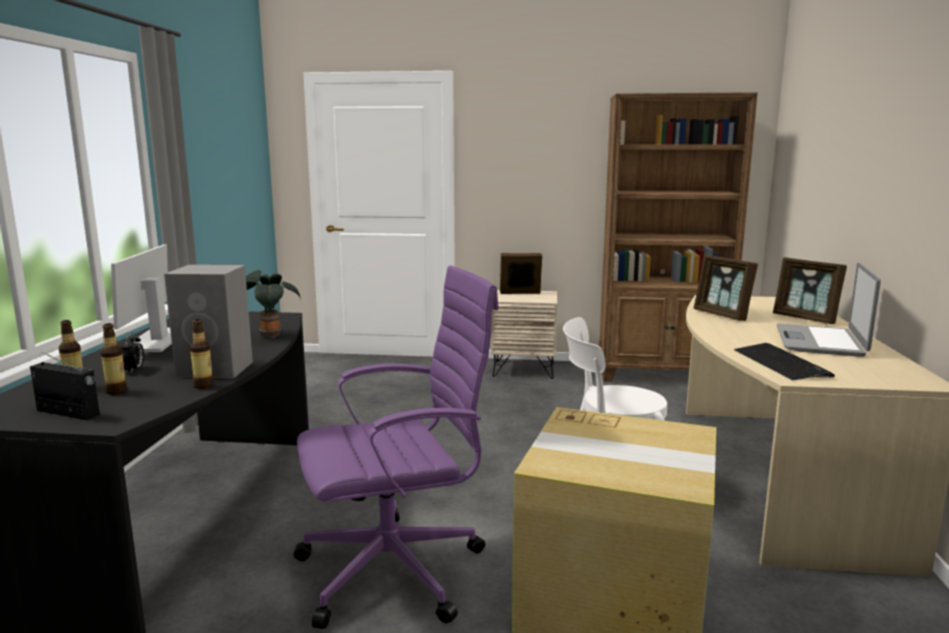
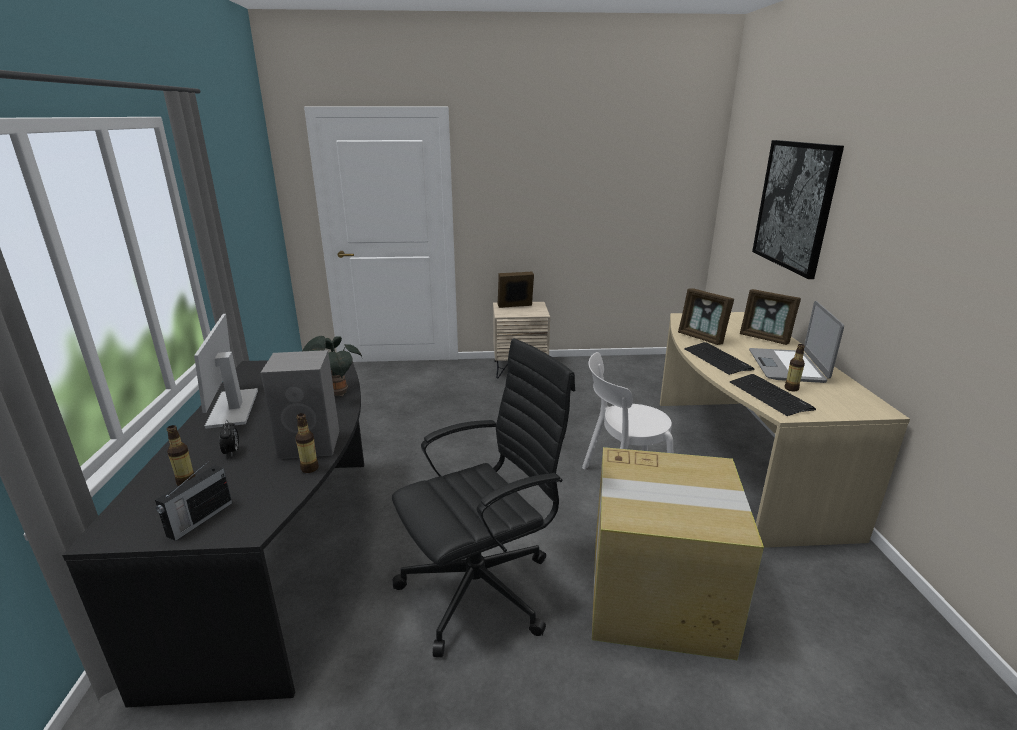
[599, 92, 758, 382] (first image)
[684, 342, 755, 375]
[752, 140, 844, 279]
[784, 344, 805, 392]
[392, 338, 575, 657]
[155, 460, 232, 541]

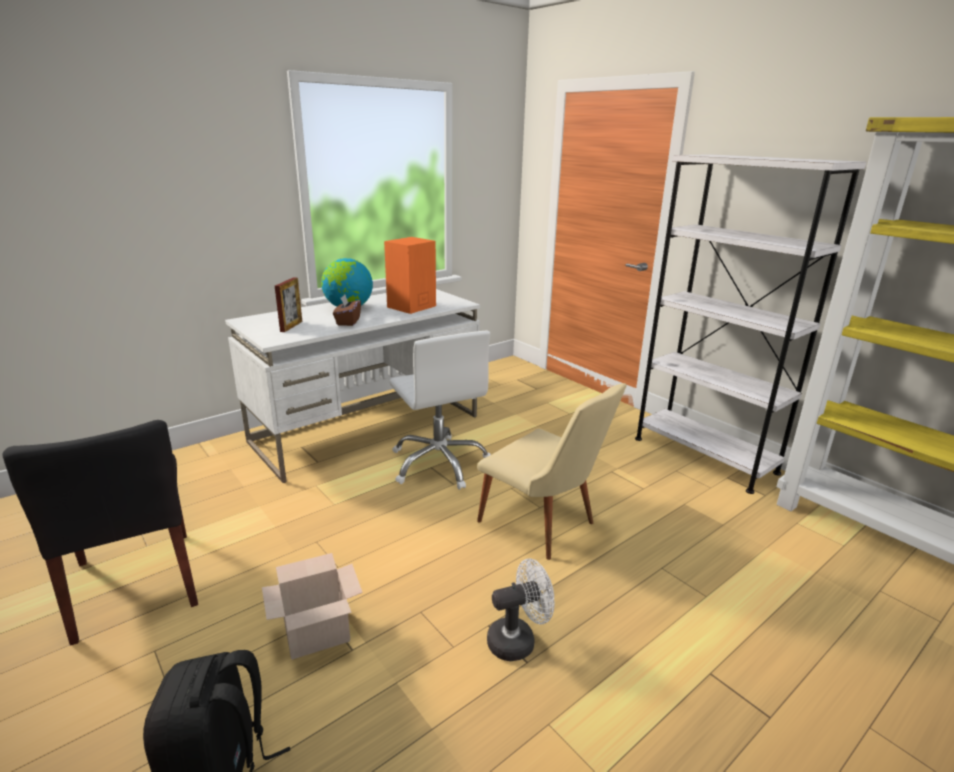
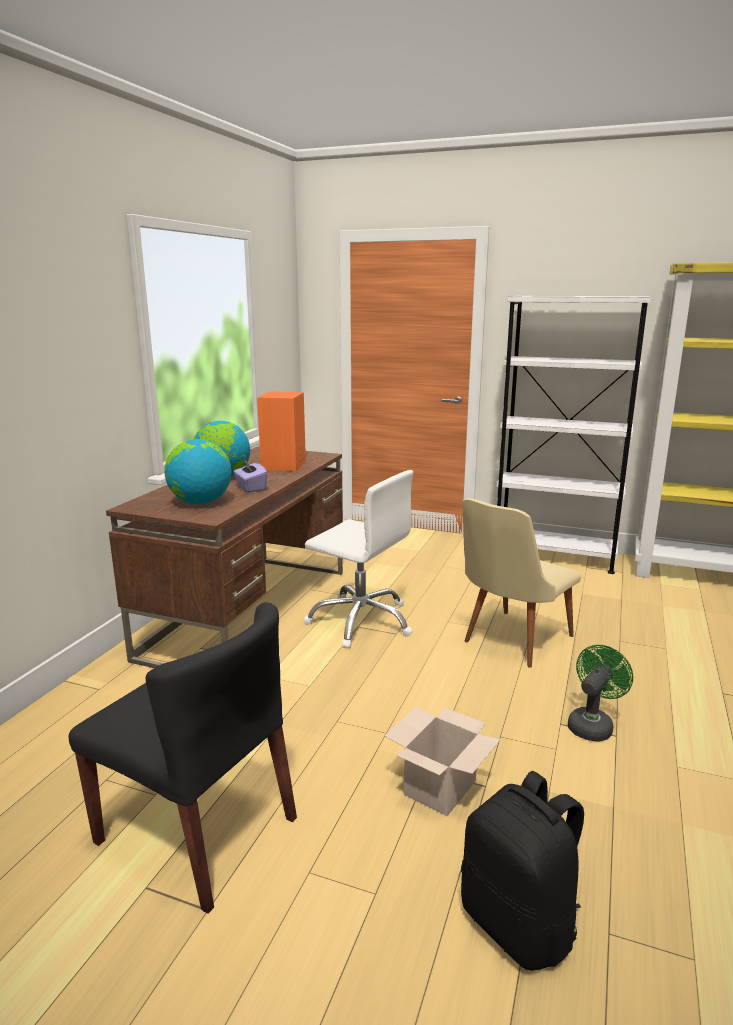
[164, 439, 232, 504]
[106, 446, 343, 668]
[233, 459, 268, 493]
[568, 645, 633, 742]
[462, 498, 581, 668]

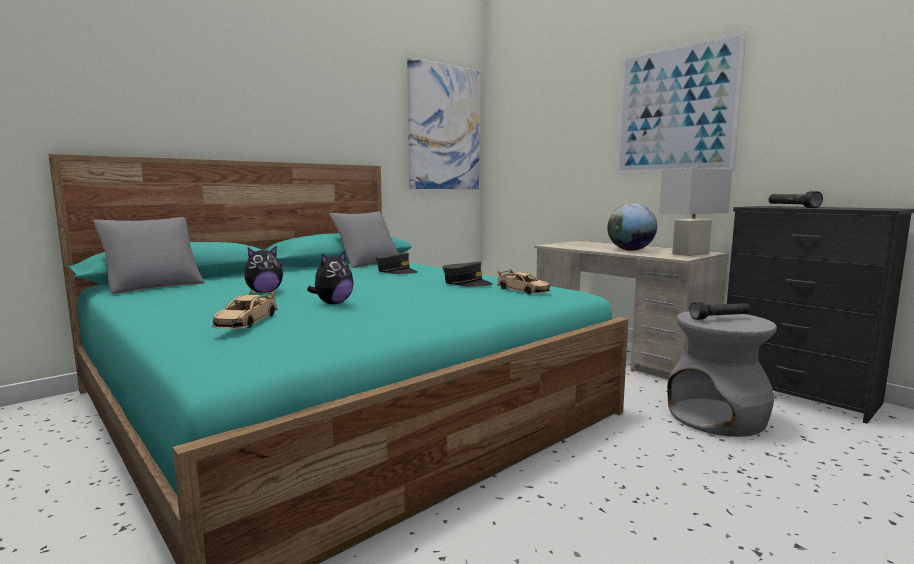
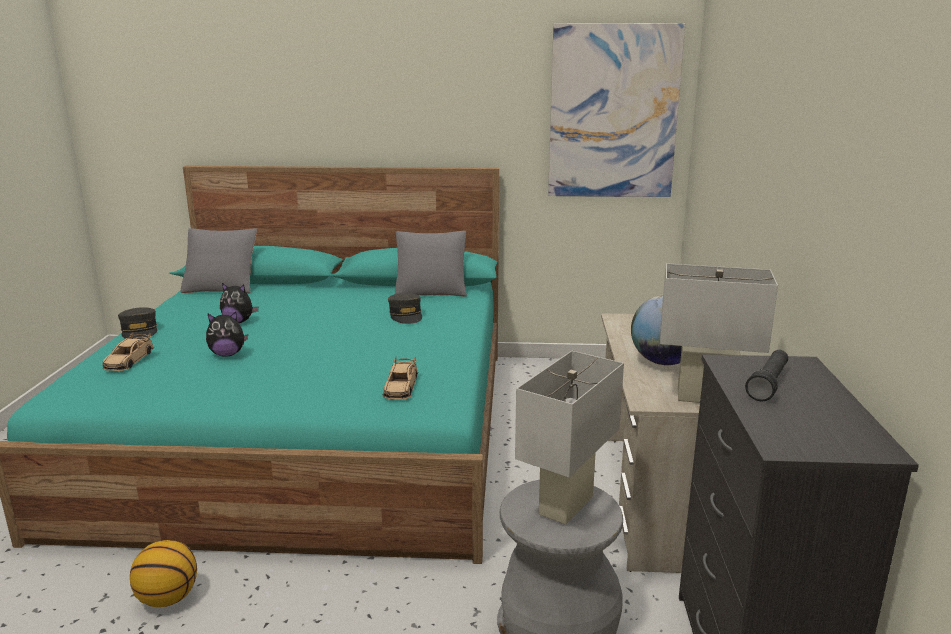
[616, 30, 747, 175] (first image)
[130, 540, 197, 607]
[118, 307, 157, 339]
[515, 351, 624, 525]
[102, 332, 154, 371]

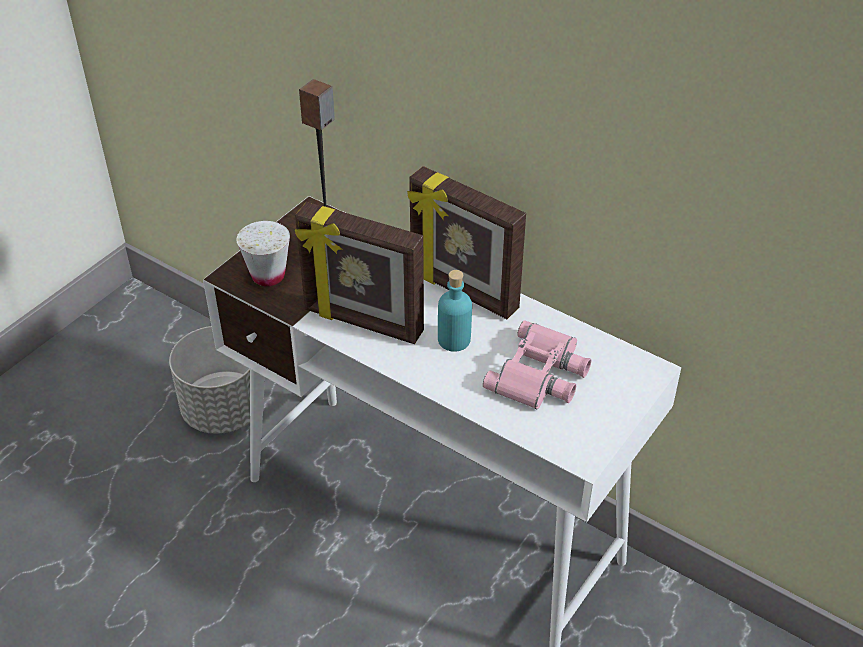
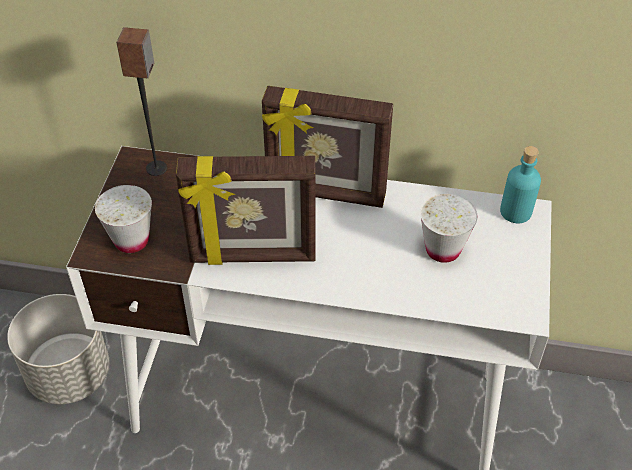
[500, 146, 541, 223]
[420, 194, 477, 263]

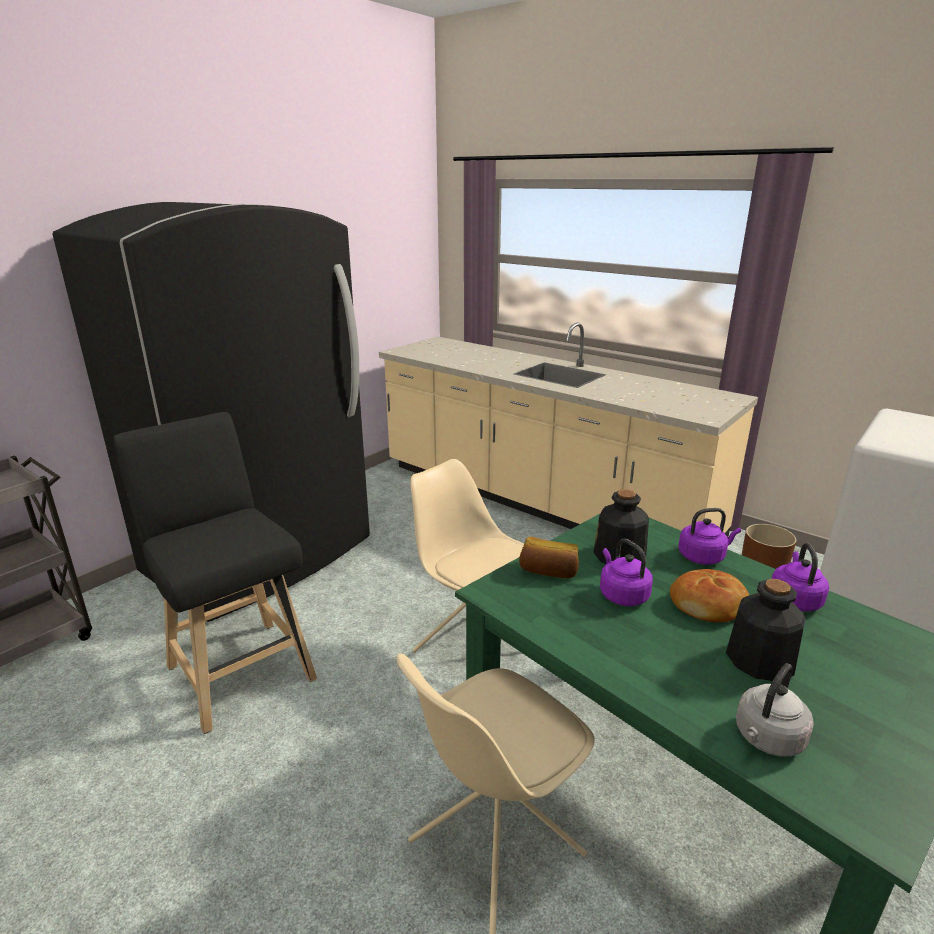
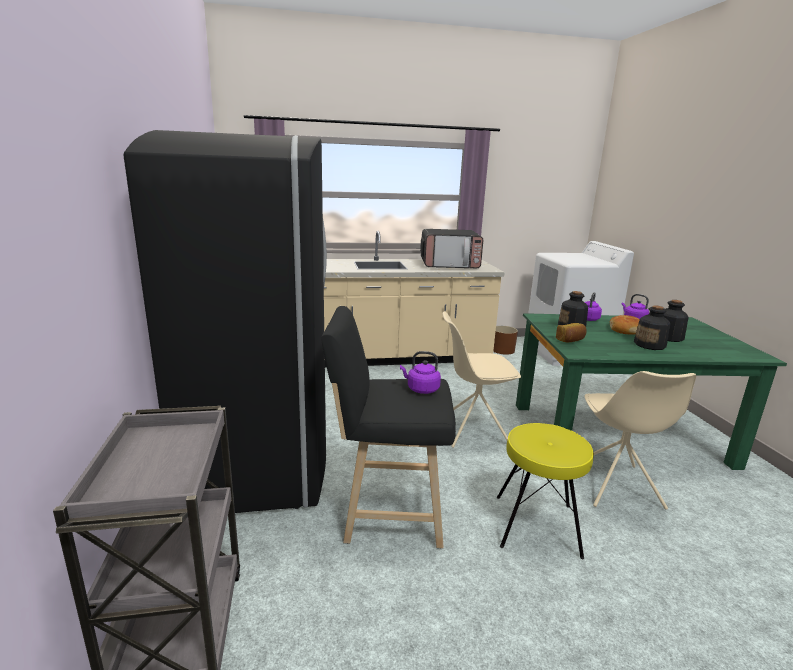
[736, 664, 814, 757] (first image)
[420, 229, 483, 268]
[497, 423, 594, 559]
[634, 306, 670, 350]
[400, 351, 441, 394]

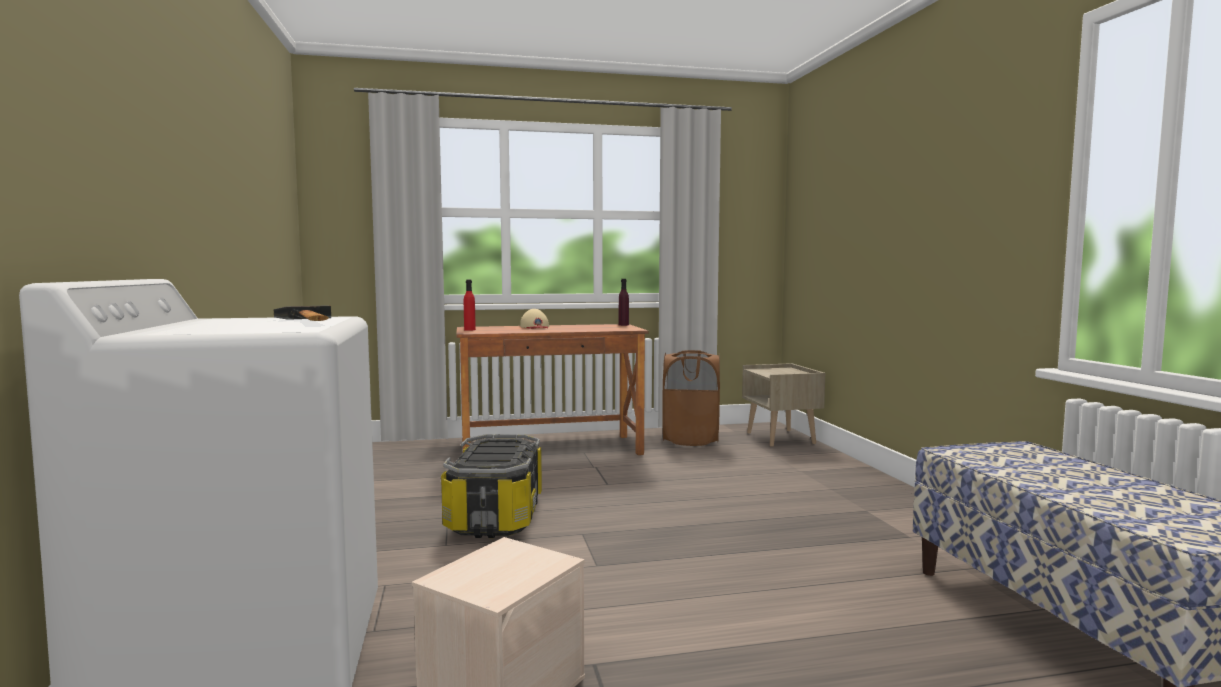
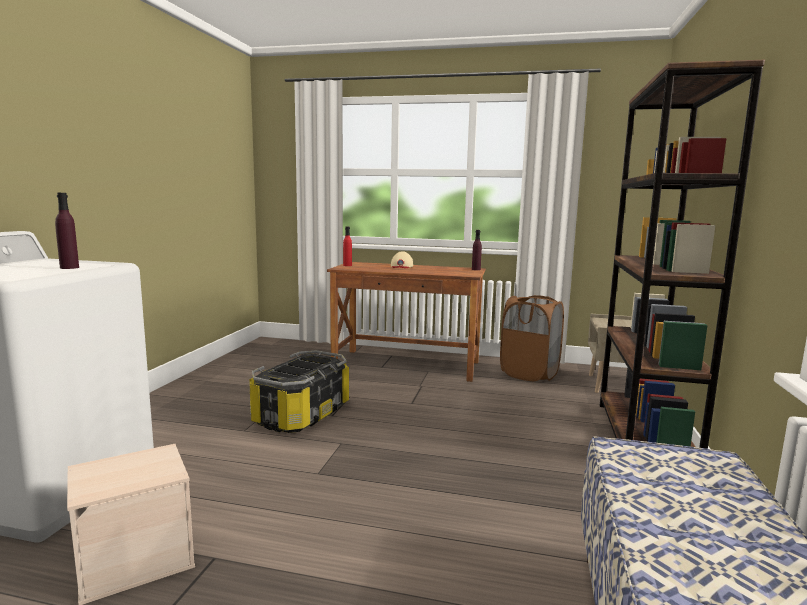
[600, 60, 765, 449]
[55, 193, 79, 269]

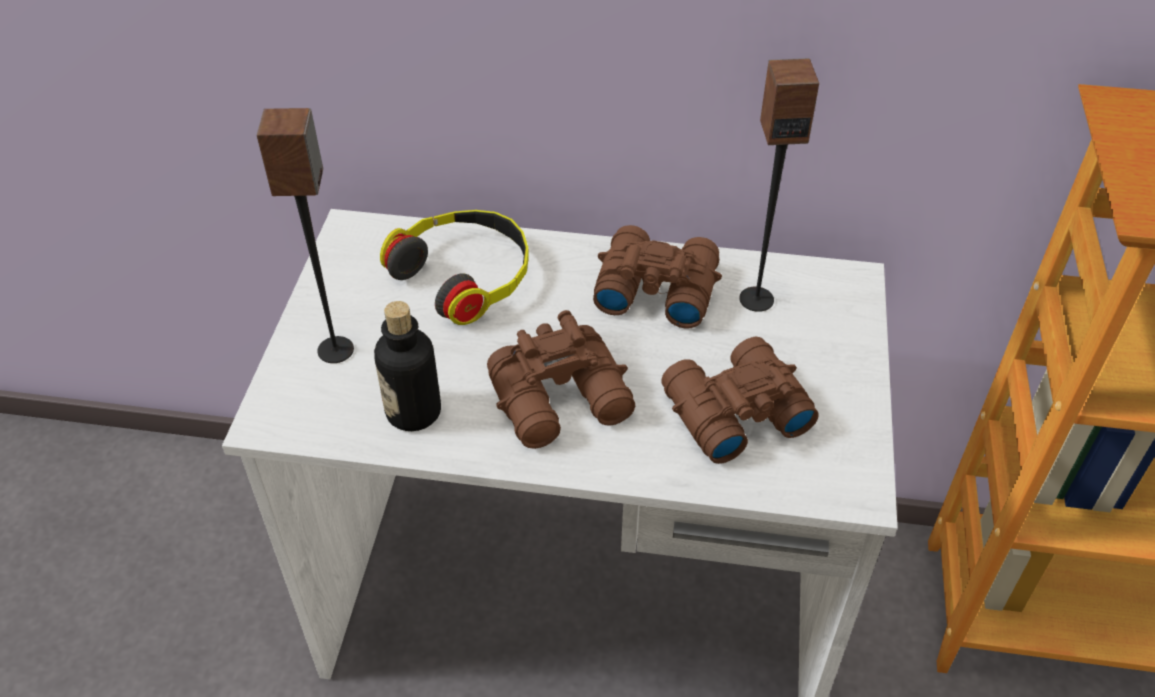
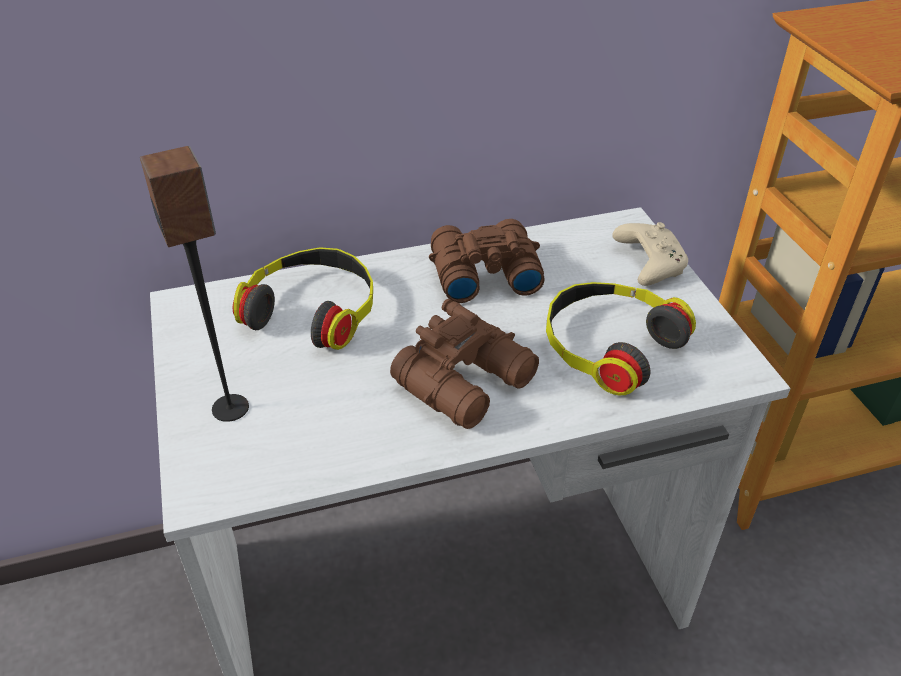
[374, 301, 441, 431] (first image)
[739, 58, 819, 312] (first image)
[612, 222, 688, 286]
[546, 282, 696, 395]

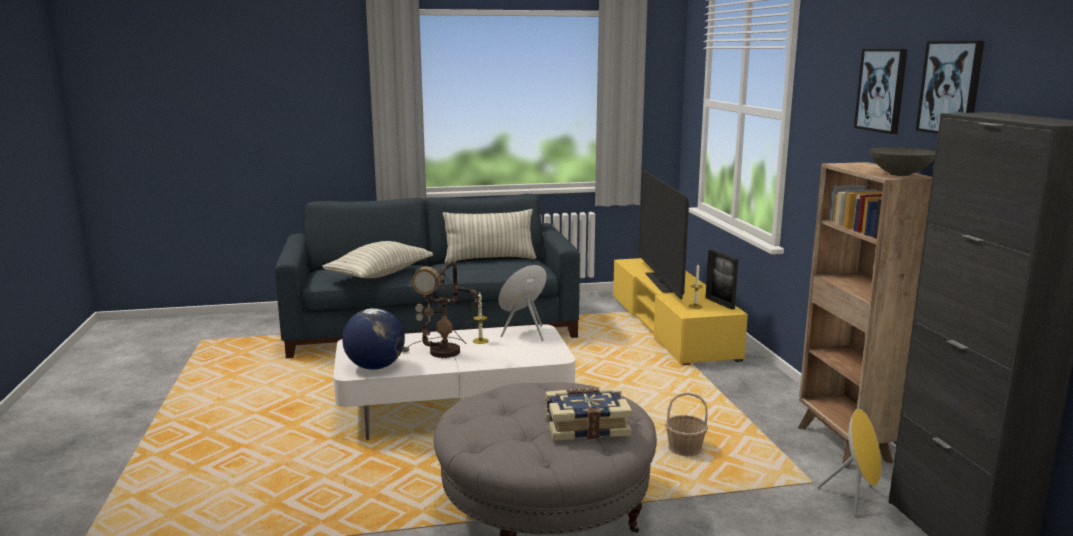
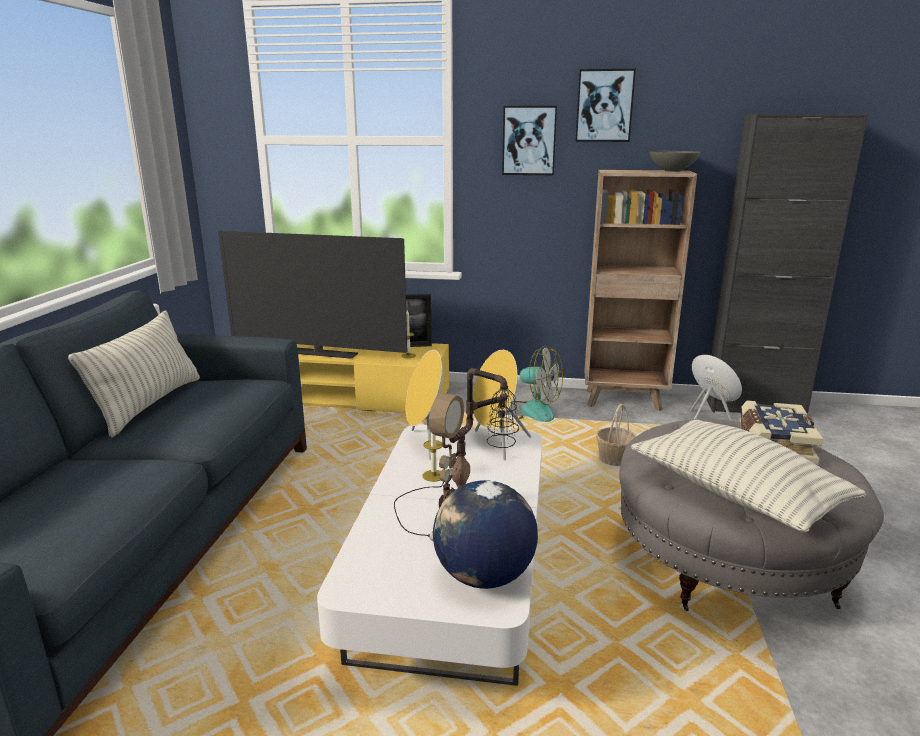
[472, 350, 531, 460]
[512, 346, 563, 422]
[631, 420, 866, 532]
[502, 106, 557, 175]

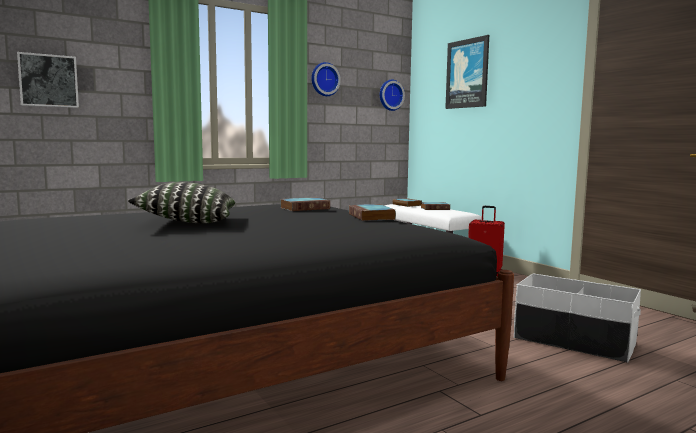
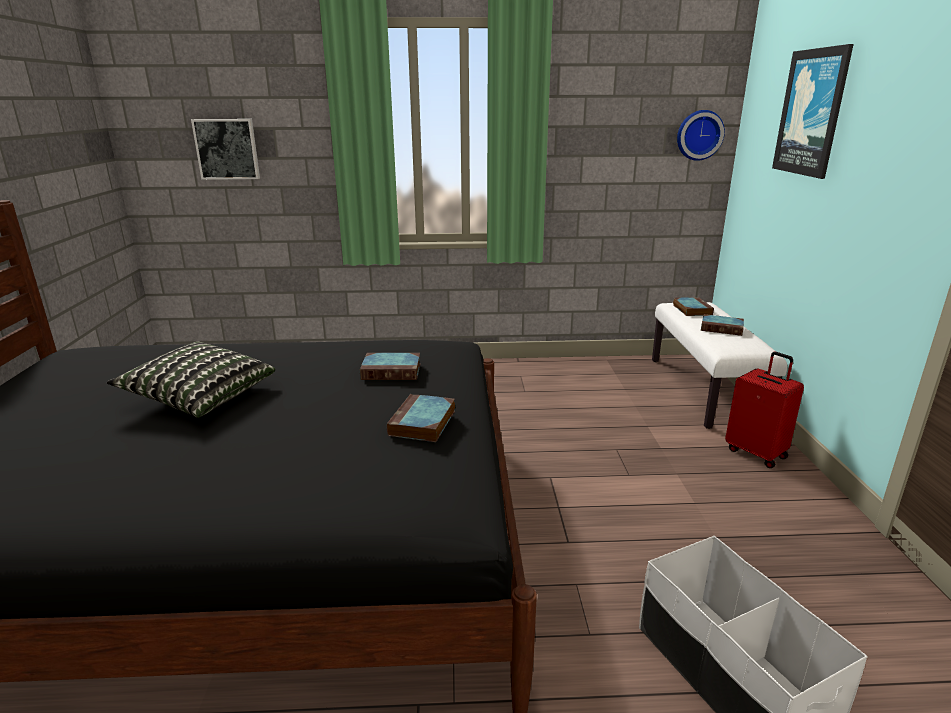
[311, 62, 341, 96] (first image)

